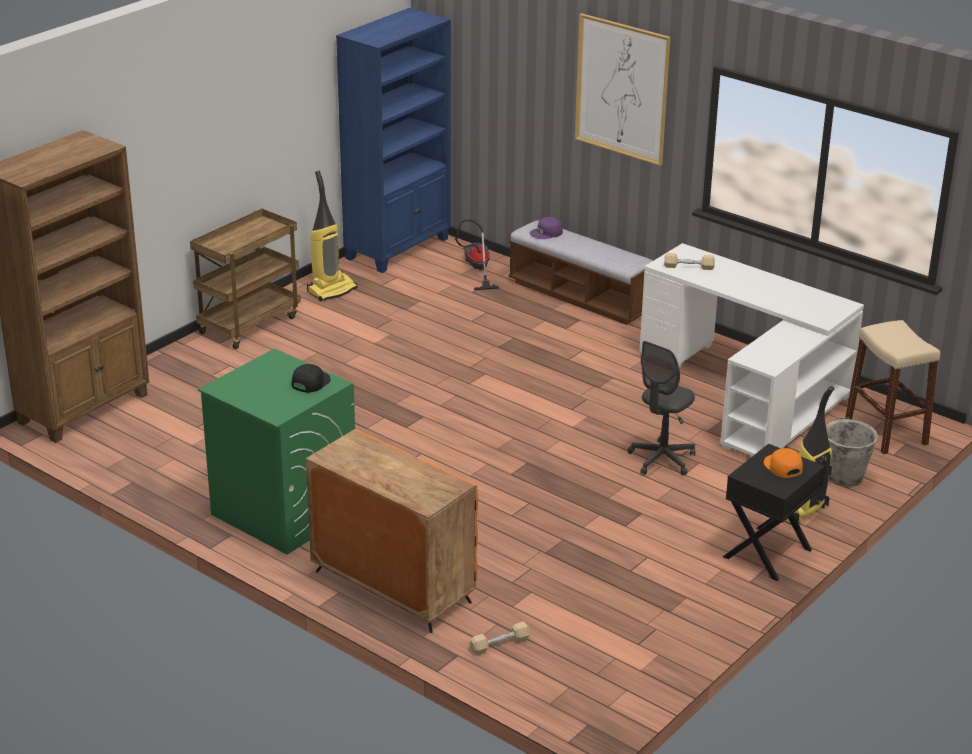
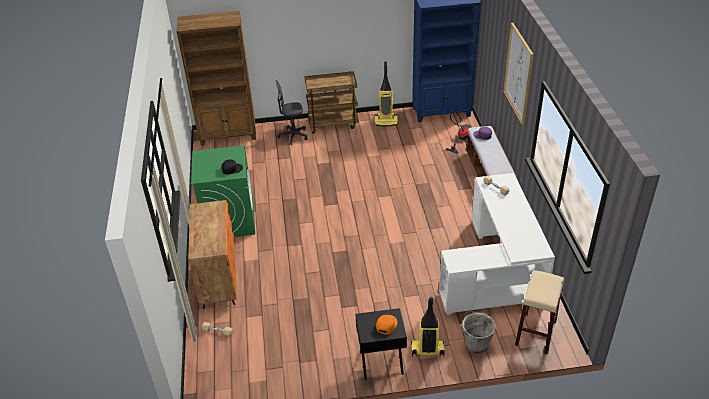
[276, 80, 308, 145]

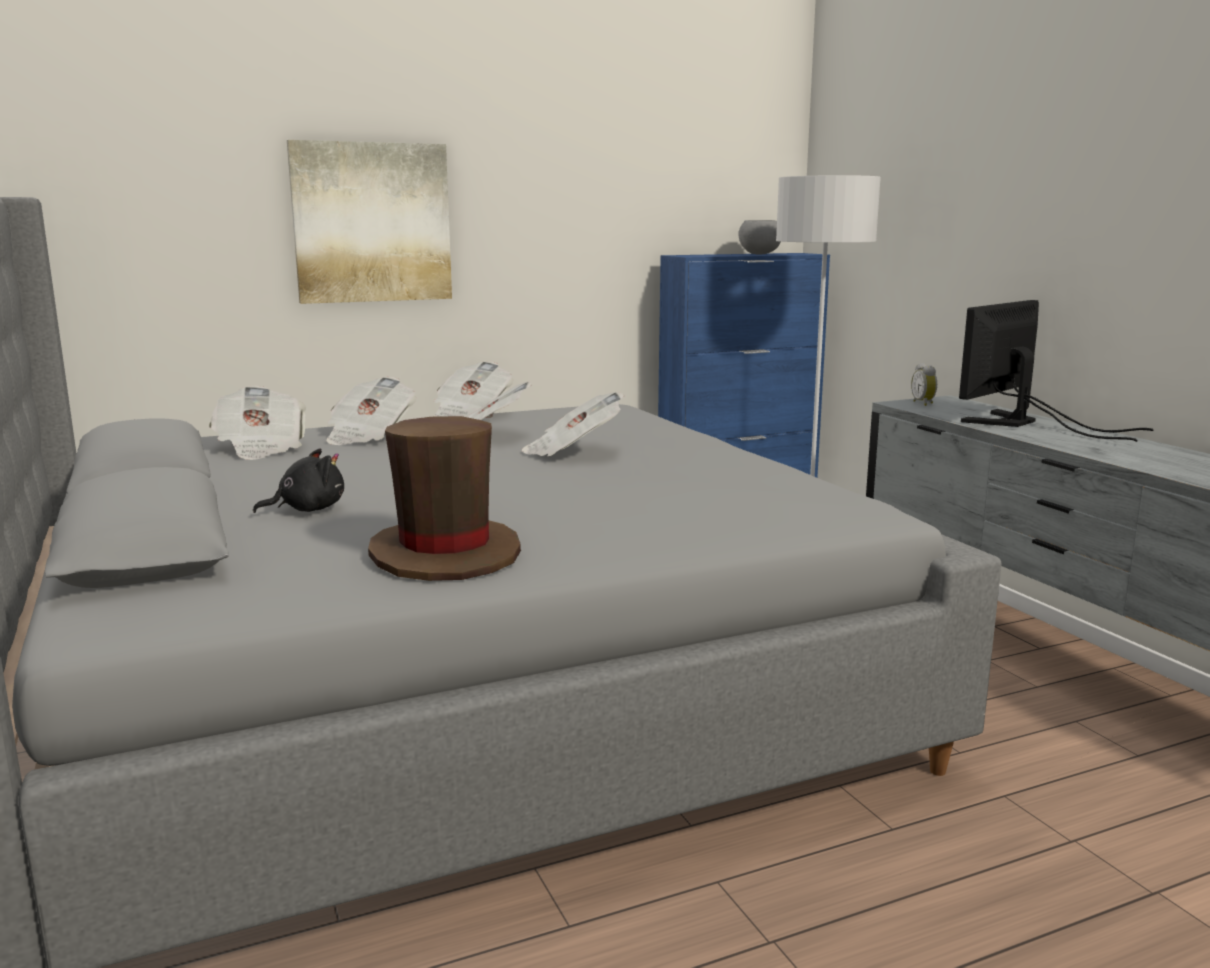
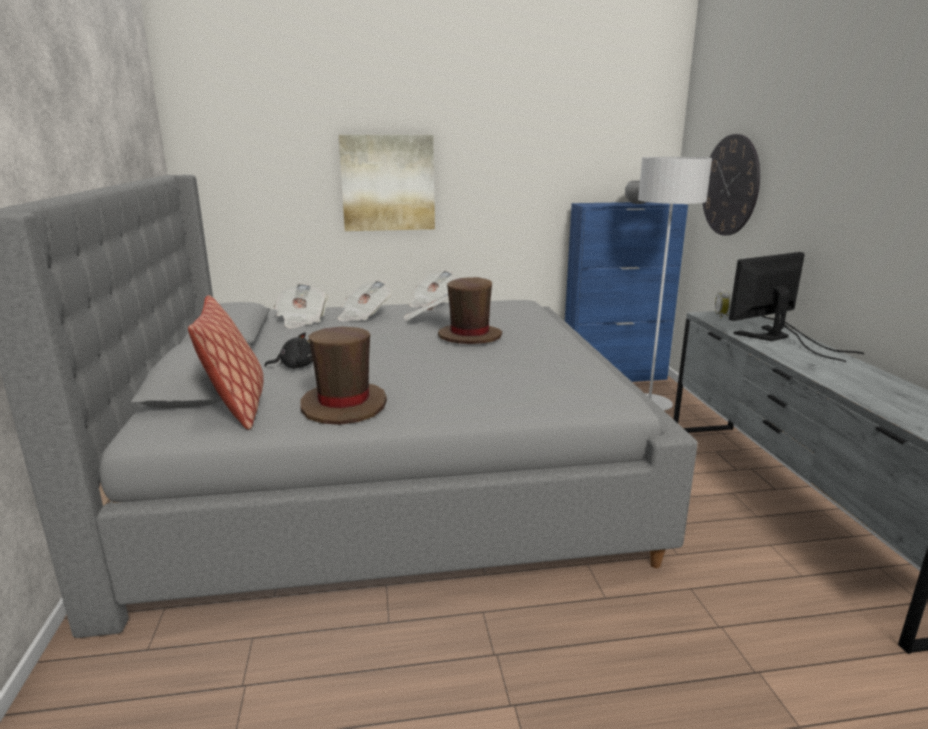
[188, 295, 264, 430]
[703, 134, 760, 235]
[438, 277, 502, 344]

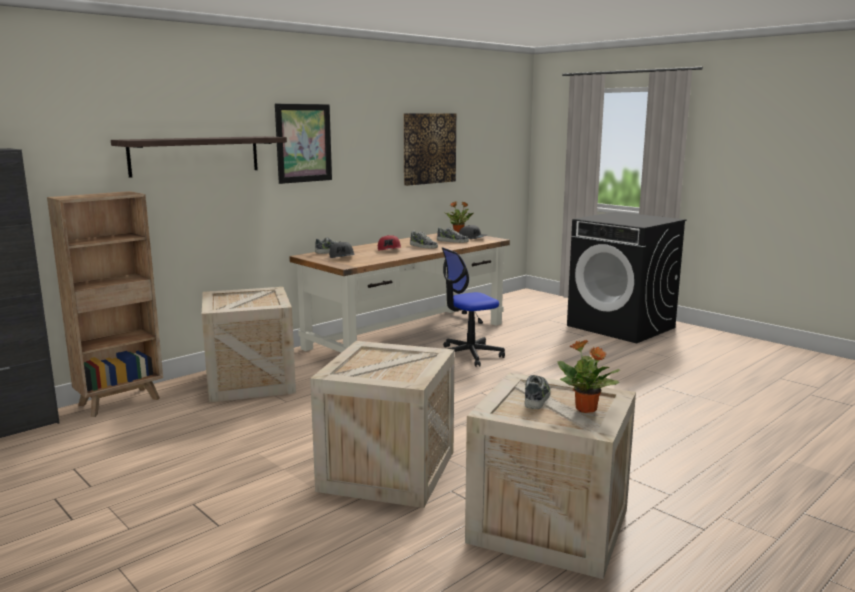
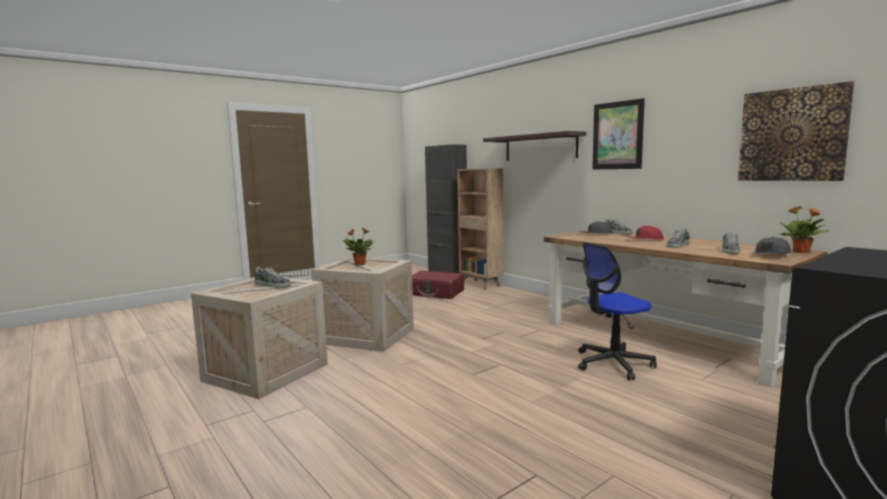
[202, 287, 296, 403] (first image)
[412, 271, 464, 299]
[343, 228, 374, 265]
[578, 242, 657, 380]

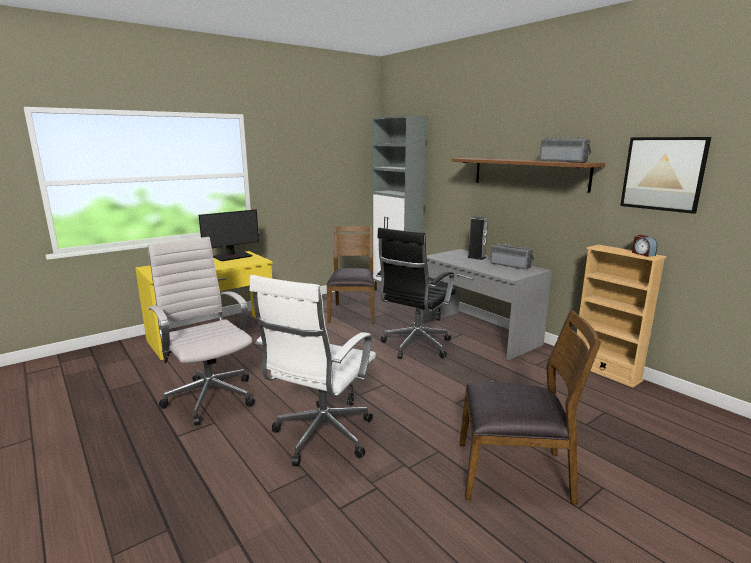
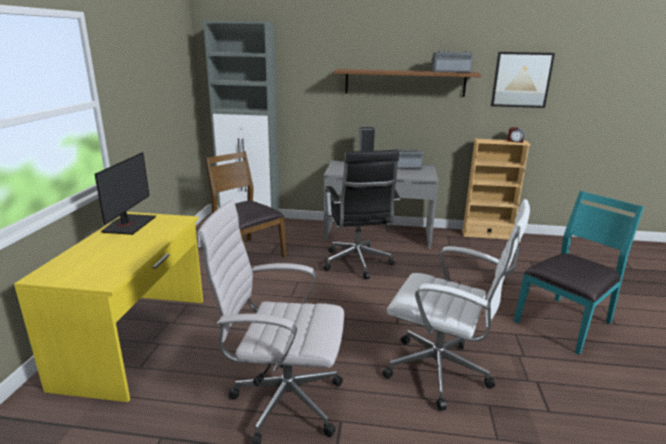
[514, 191, 644, 355]
[382, 199, 530, 411]

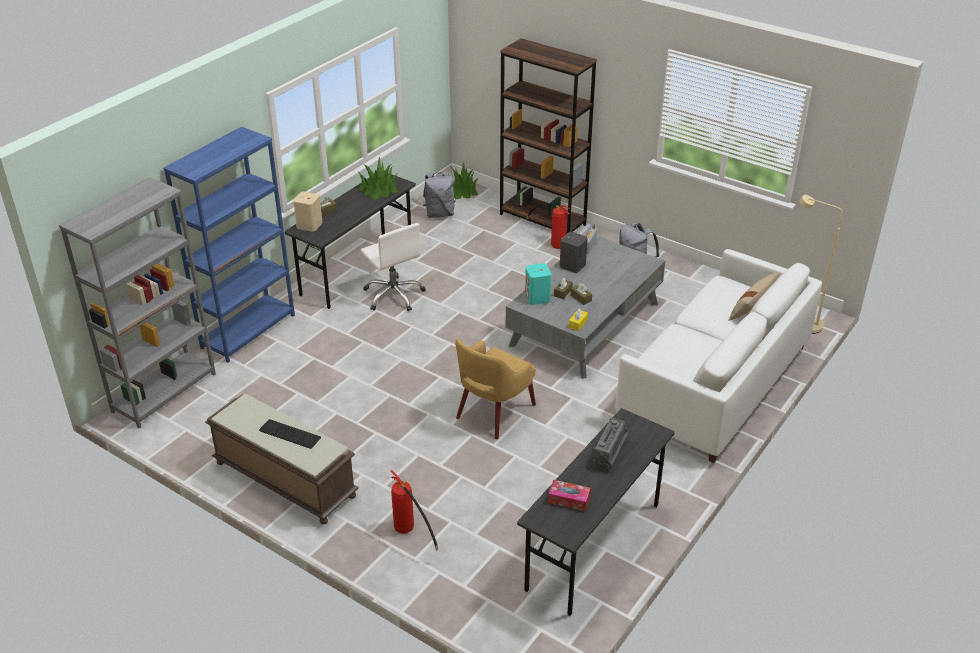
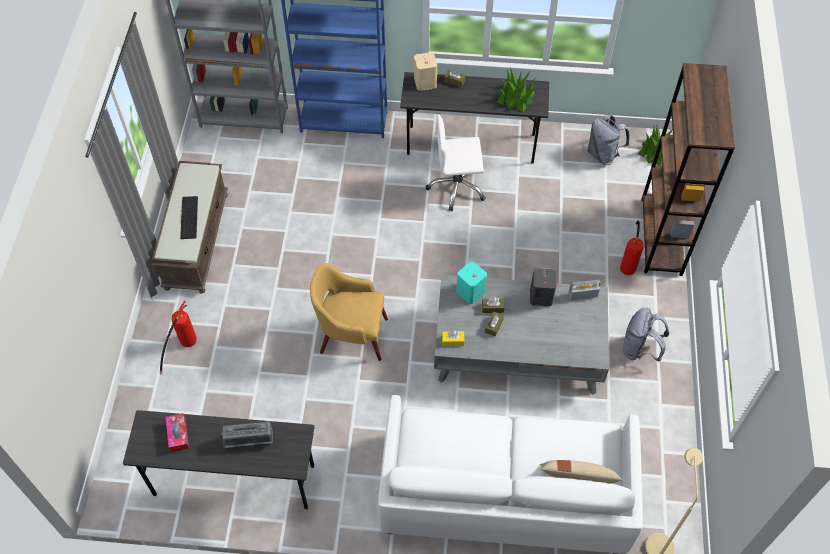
[426, 115, 486, 211]

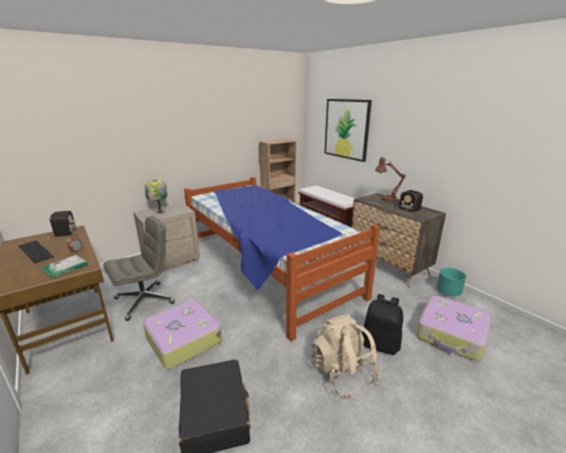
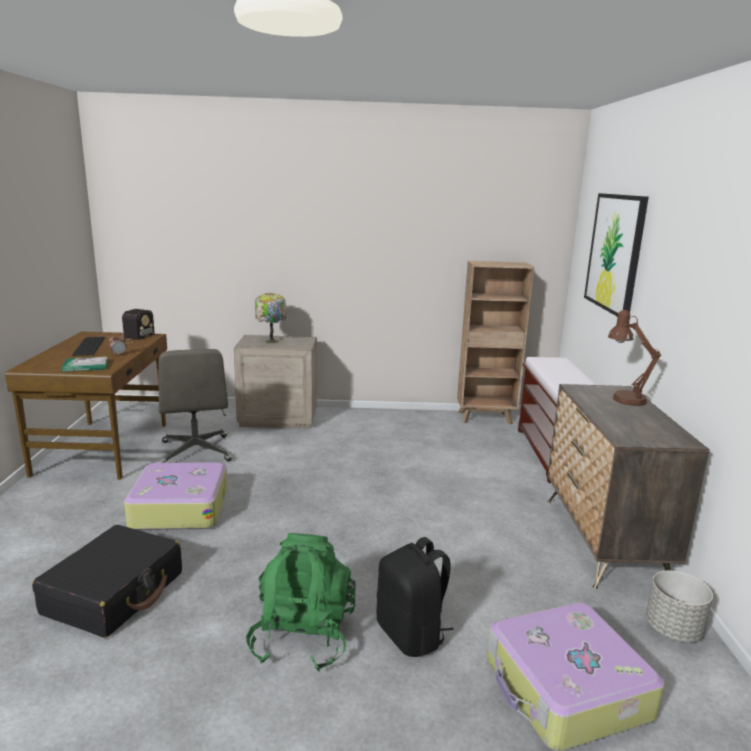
[184, 177, 380, 342] (first image)
[391, 190, 423, 213] (first image)
[246, 533, 356, 672]
[646, 570, 713, 642]
[159, 349, 232, 463]

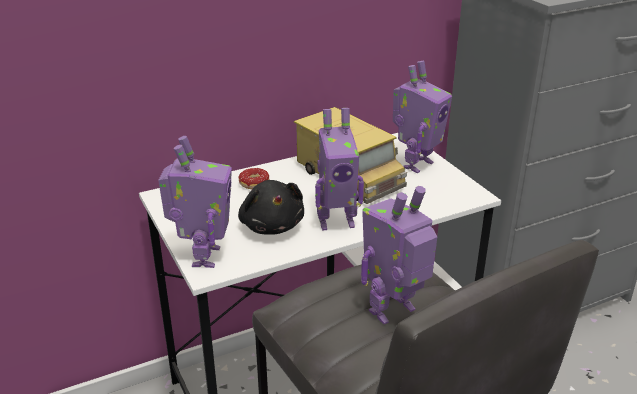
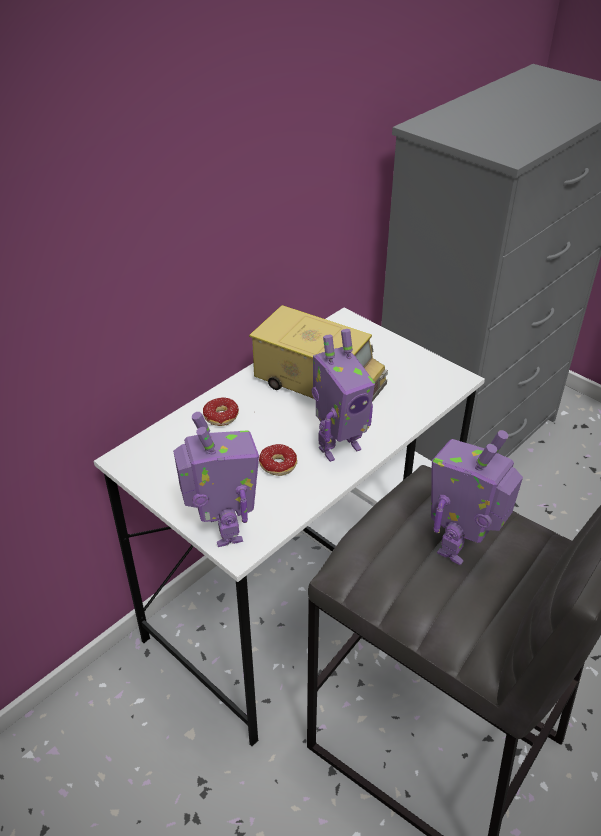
[393, 61, 452, 173] (first image)
[259, 444, 297, 476]

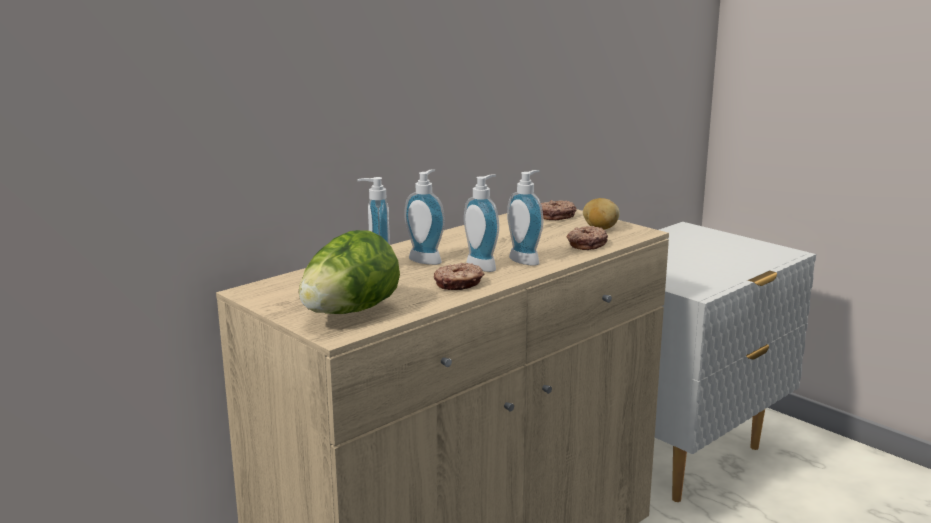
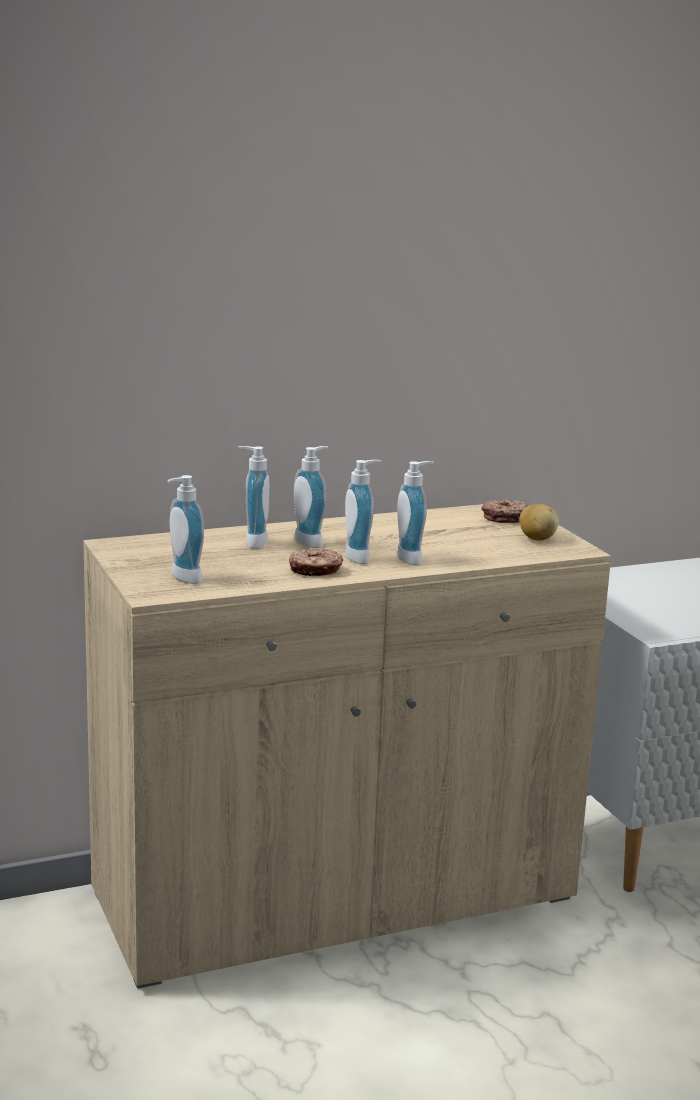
[566, 226, 608, 250] (first image)
[167, 475, 204, 584]

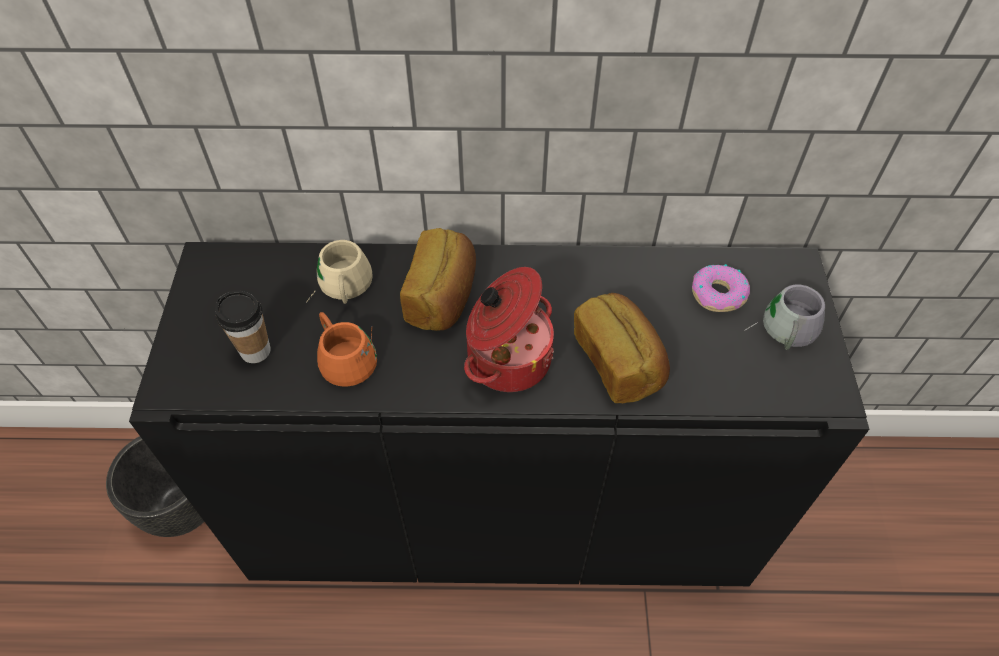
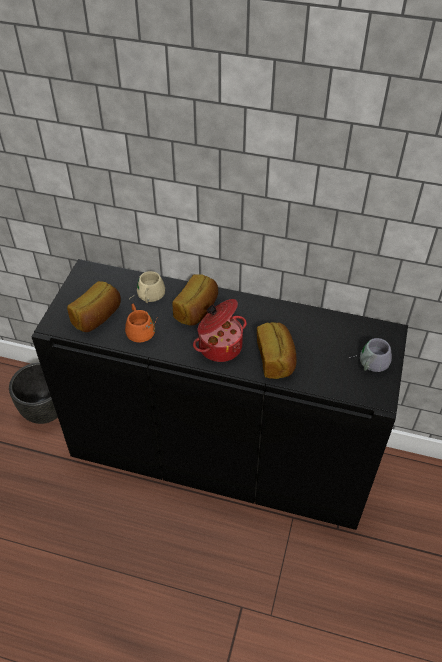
[692, 264, 750, 312] (first image)
[67, 281, 121, 332]

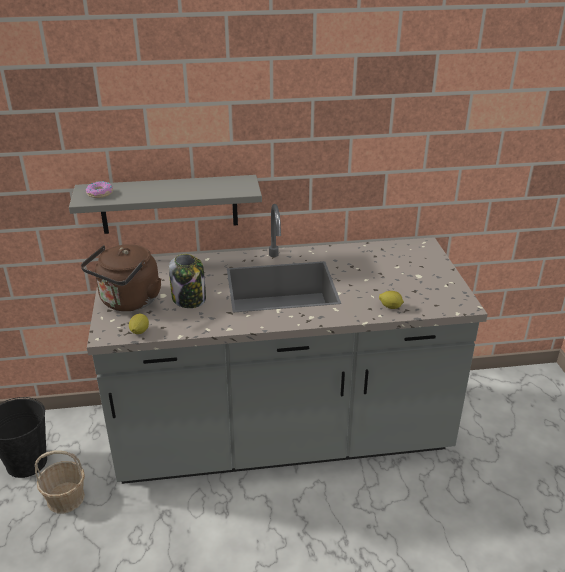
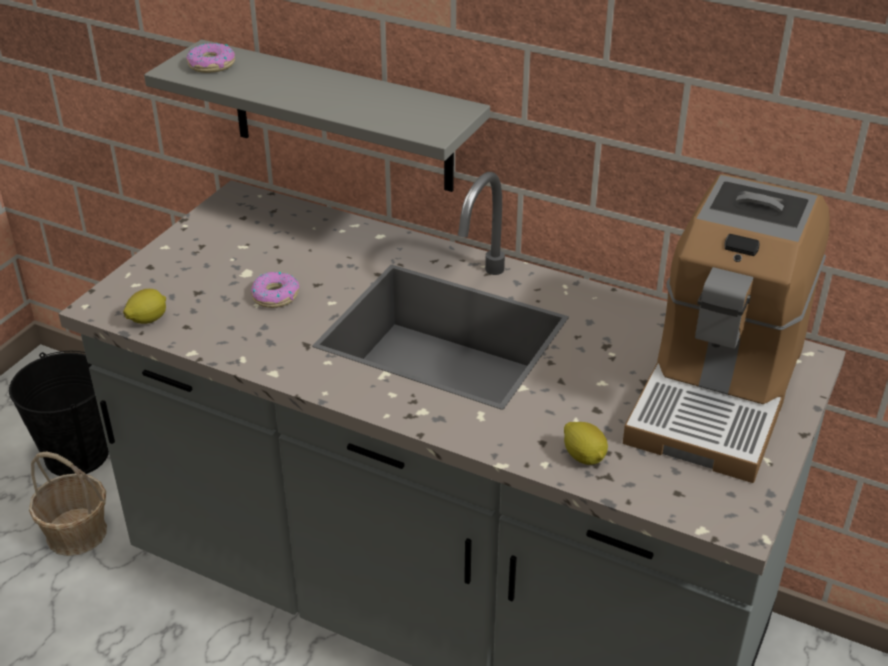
[81, 244, 161, 311] (first image)
[623, 174, 830, 483]
[251, 272, 299, 308]

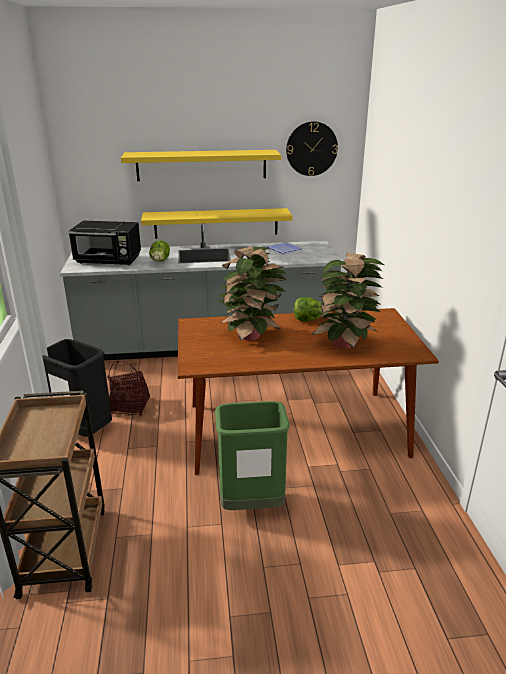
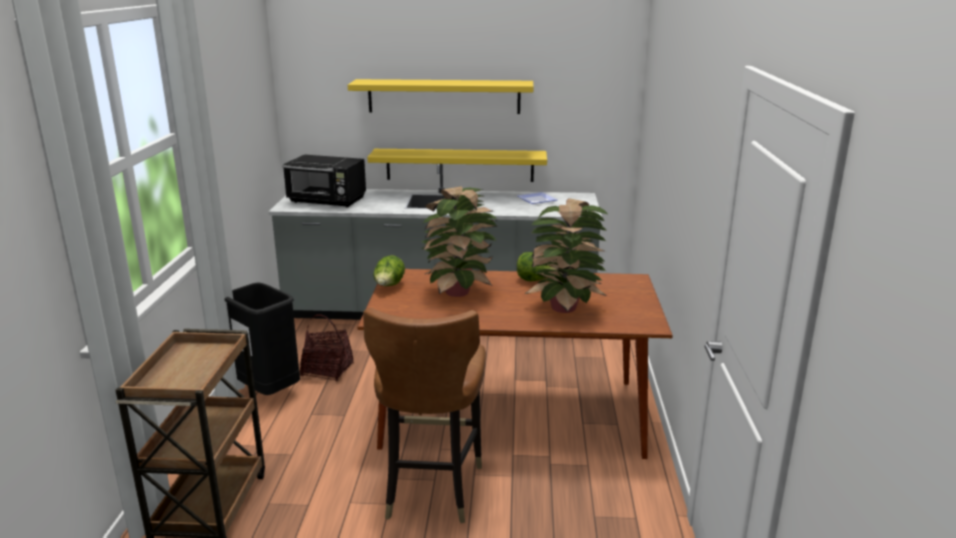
[286, 121, 338, 176] (first image)
[373, 255, 405, 286]
[363, 308, 486, 523]

